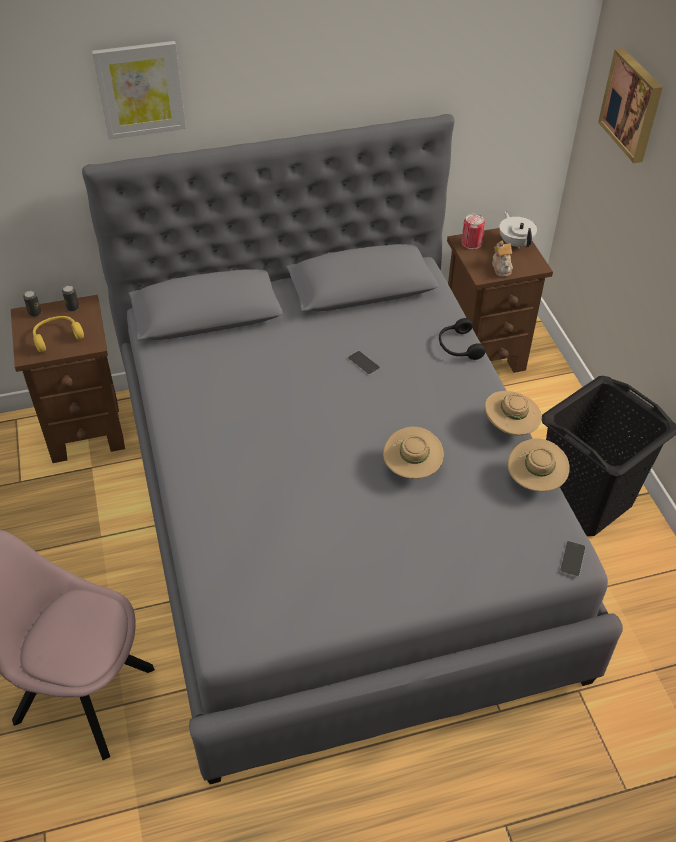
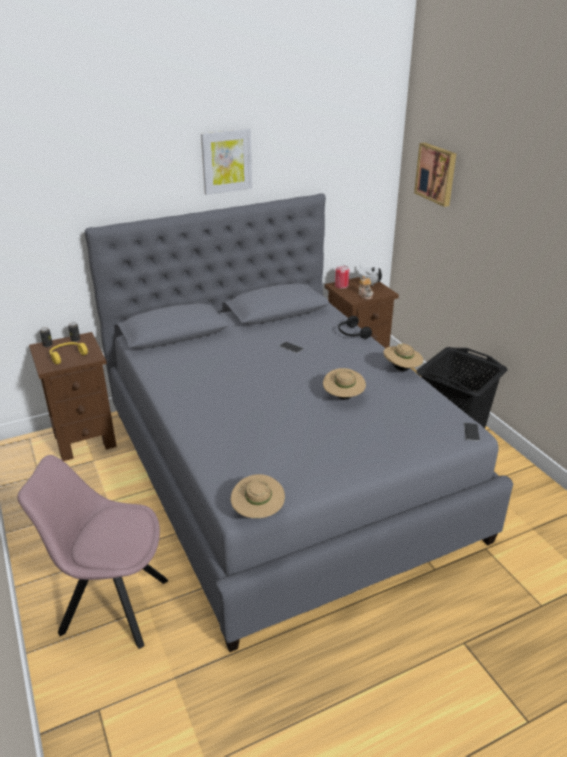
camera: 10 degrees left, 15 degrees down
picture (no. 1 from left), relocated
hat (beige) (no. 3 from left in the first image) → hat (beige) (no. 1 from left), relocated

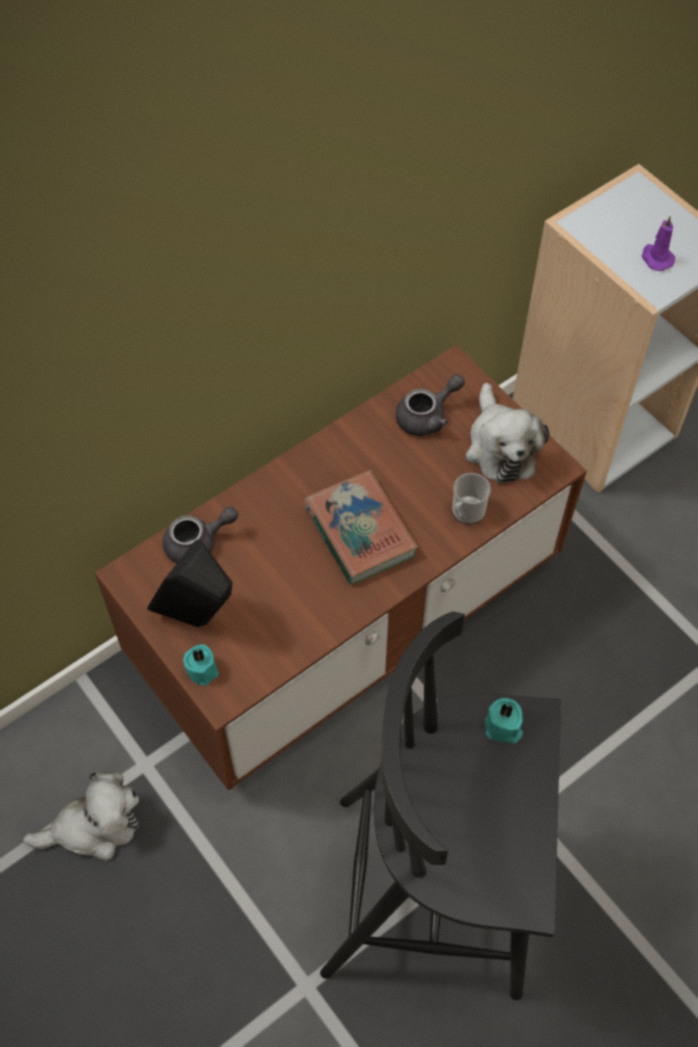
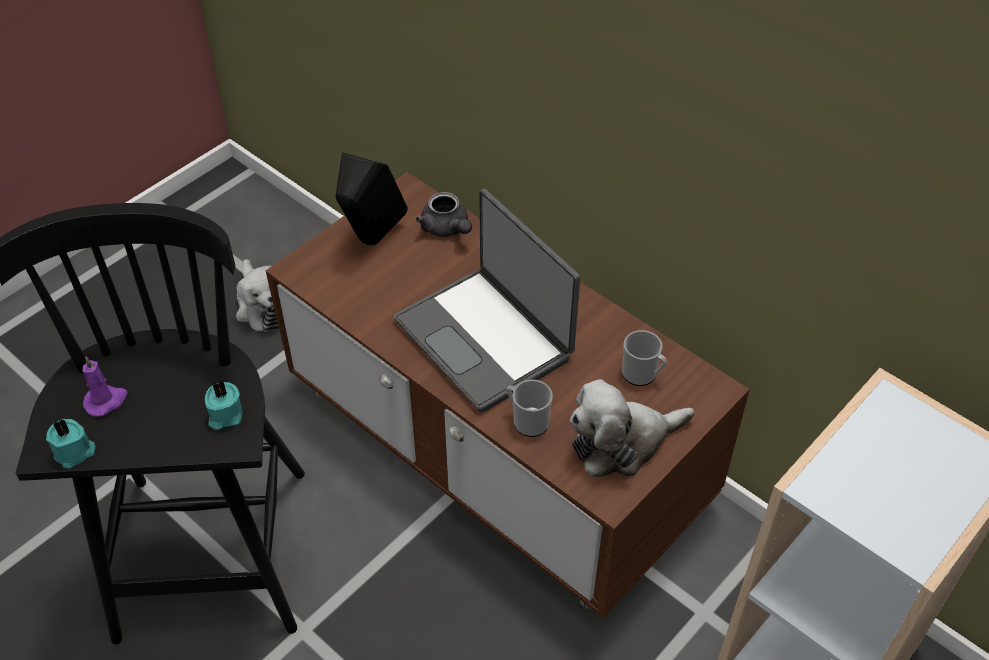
camera: 80 degrees right, 10 degrees down
candle (purple), relocated
teapot (grey) (no. 2 from left) → mug (no. 2 from left)
book → laptop
candle (turquoise) (no. 1 from left), relocated

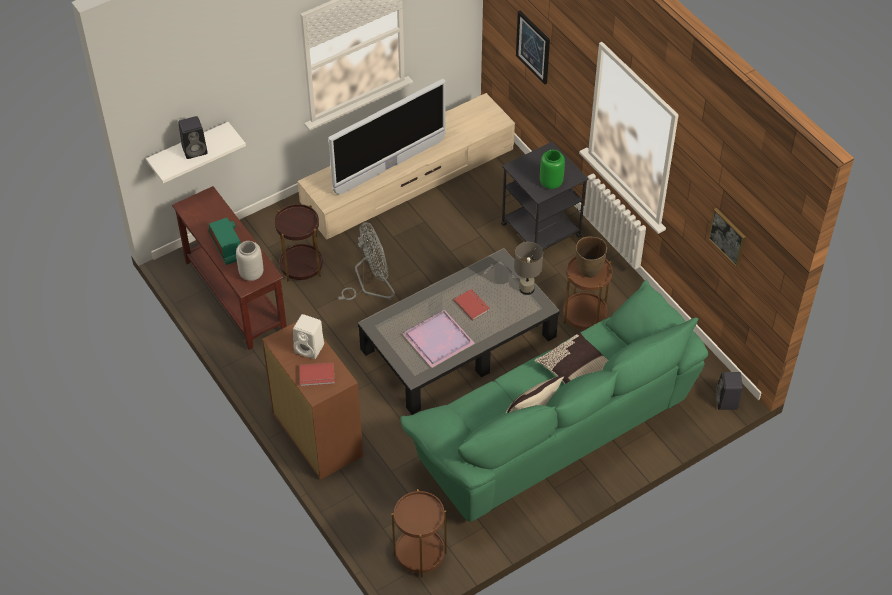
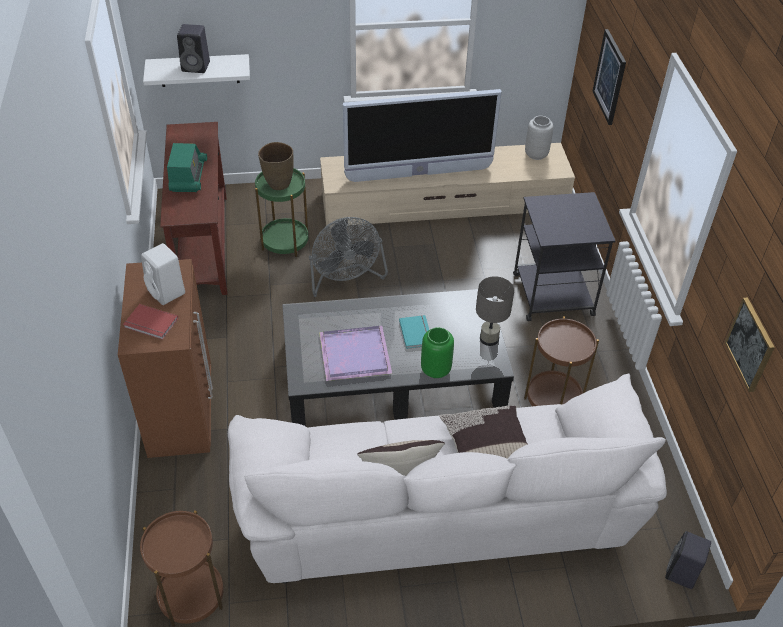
camera: 25 degrees right, 5 degrees down
vase (green), relocated
side table (brown) (no. 1 from left) → side table (green)
fan (grey), 60 degrees clockwise
vase (brown), relocated
vase (grey), relocated
sofa (green) → sofa (white)
book (red) (no. 2 from left) → book (turquoise)

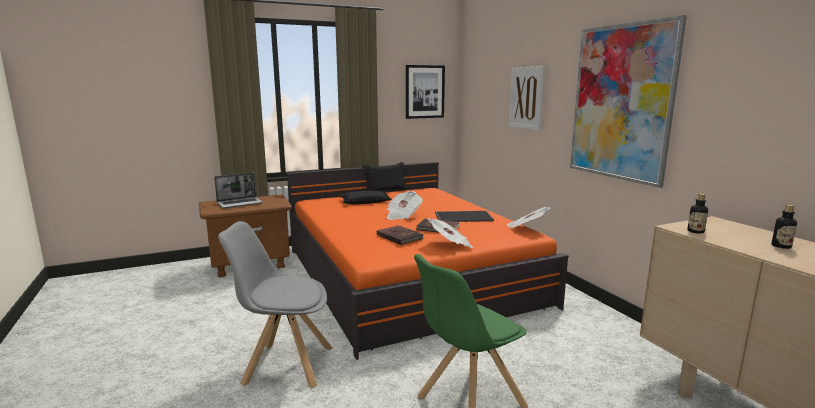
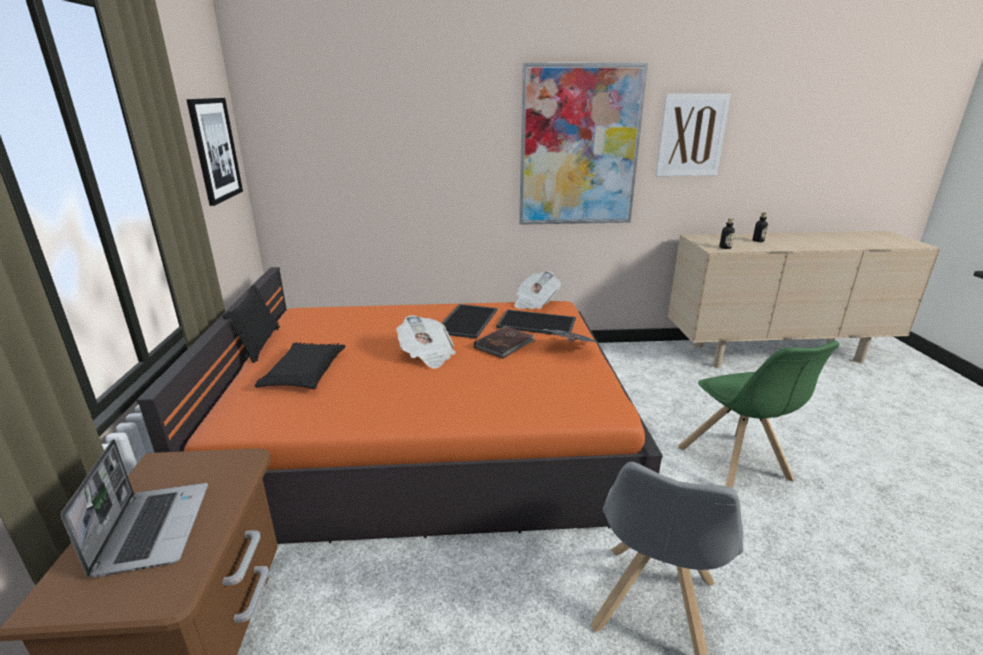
camera: 70 degrees left, 10 degrees up
picture (no. 2 from left in the first image) → picture (no. 3 from left), relocated
book (brown) (no. 1 from left) → -
- → tray (no. 2 from left)

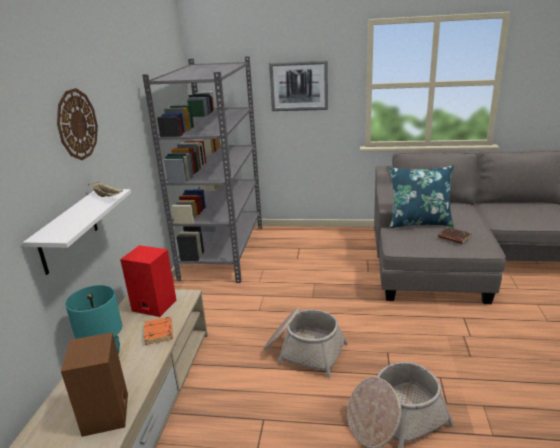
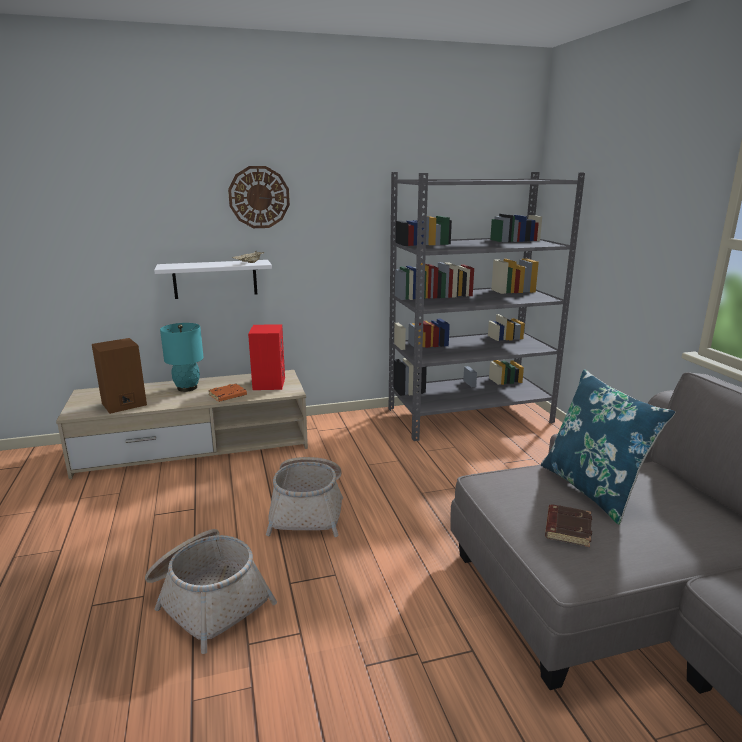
camera: 65 degrees right, 5 degrees down
picture → -

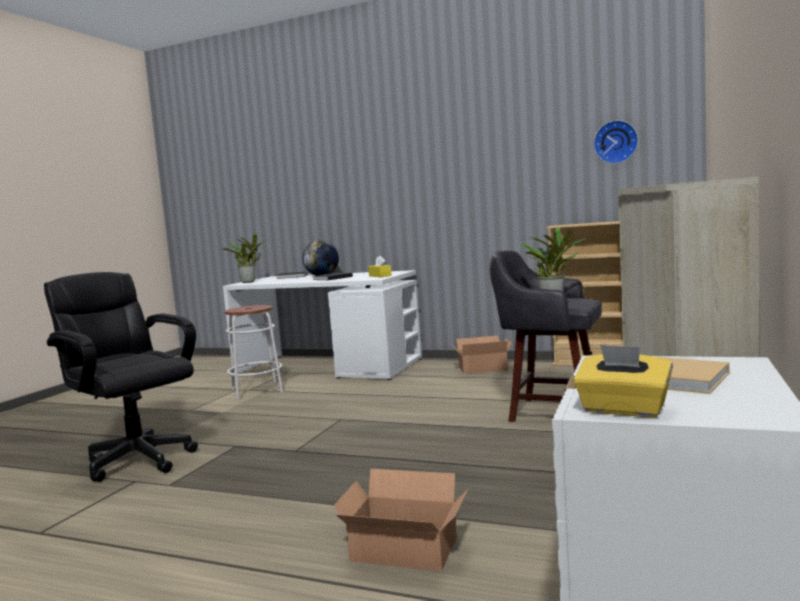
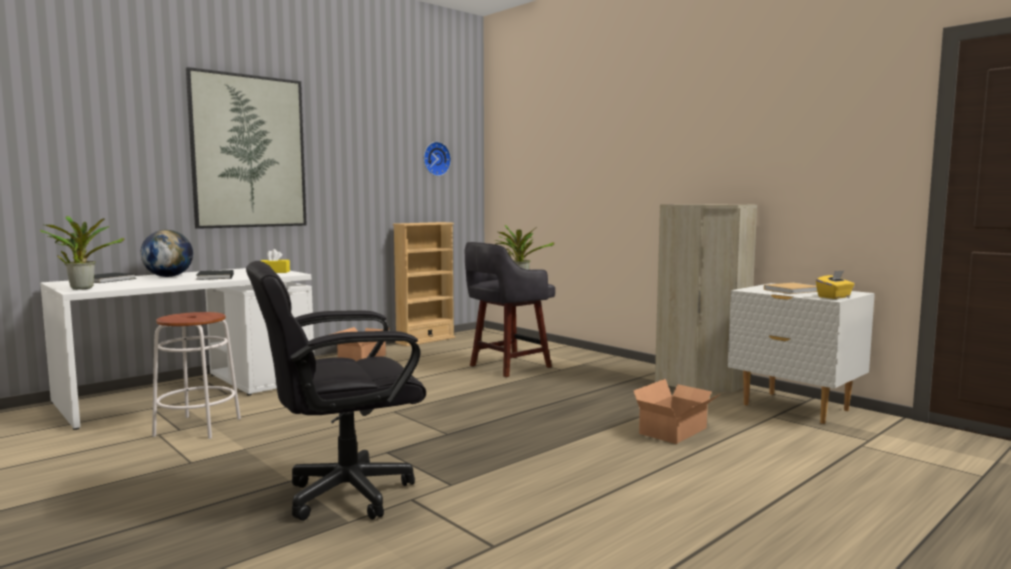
camera: 65 degrees left, 0 degrees up
- → picture

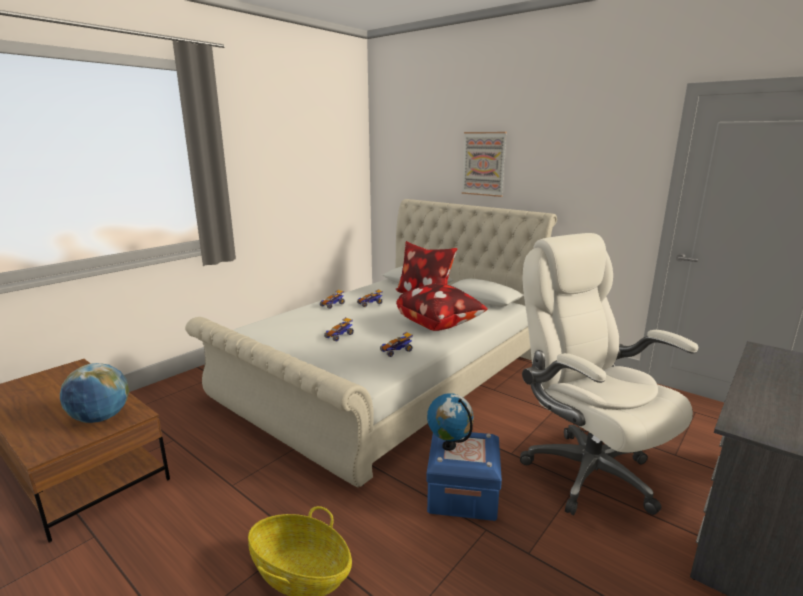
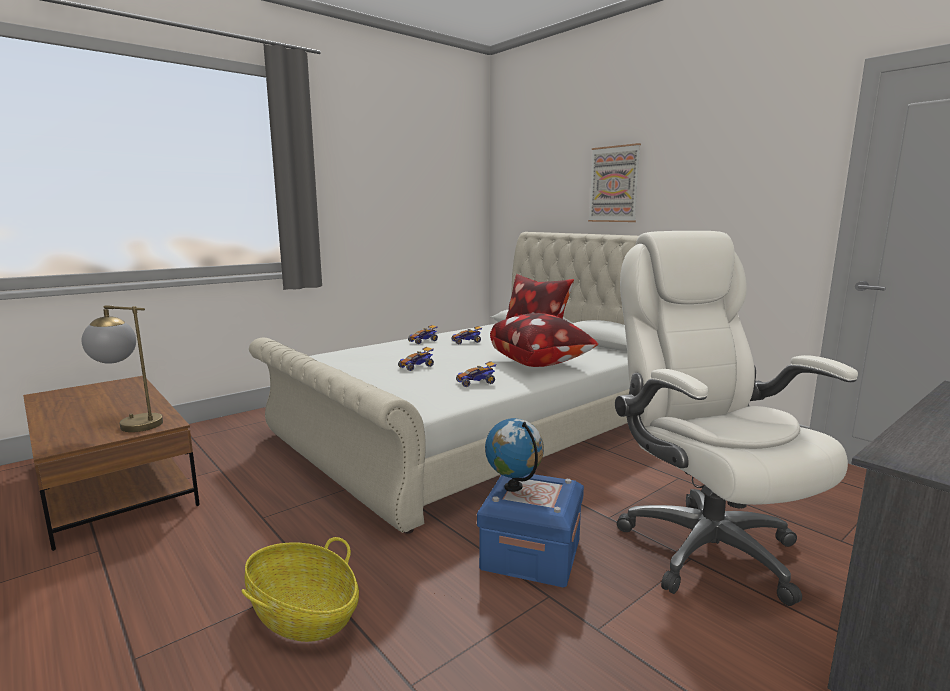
camera: 10 degrees right, 5 degrees down
globe (no. 1 from left) → table lamp

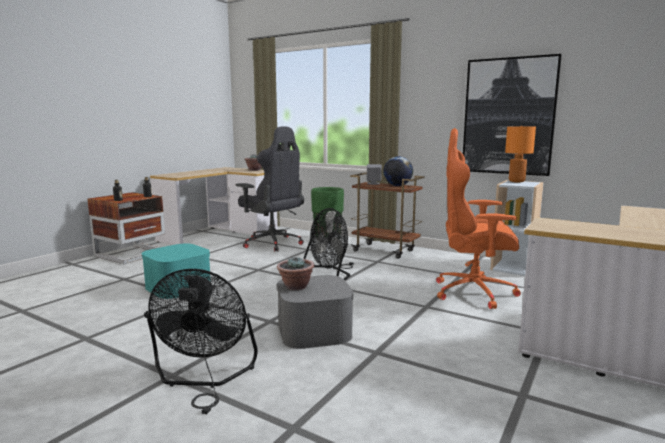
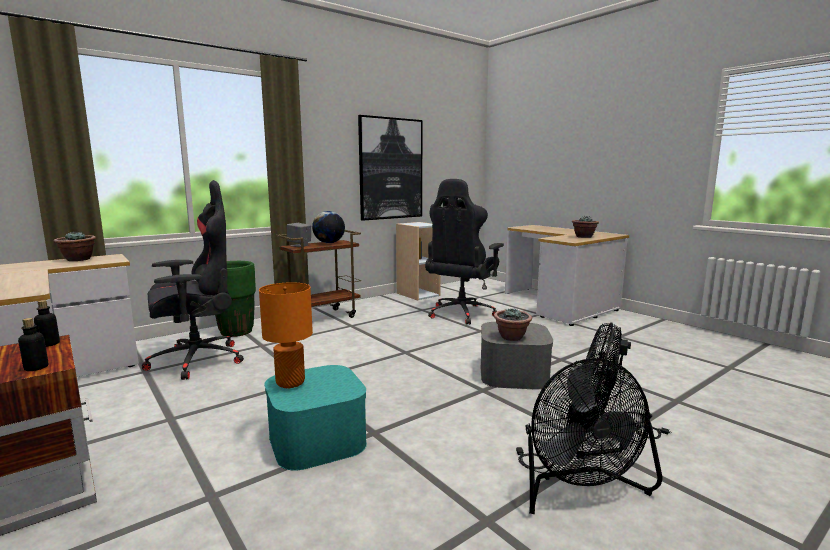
camera: 70 degrees left, 0 degrees up
table lamp (orange), relocated
office chair (orange) → office chair (black) (no. 2 from left)
fan (black) (no. 2 from left in the first image) → fan (black) (no. 1 from left), relocated
- → potted plant (no. 3 from left)

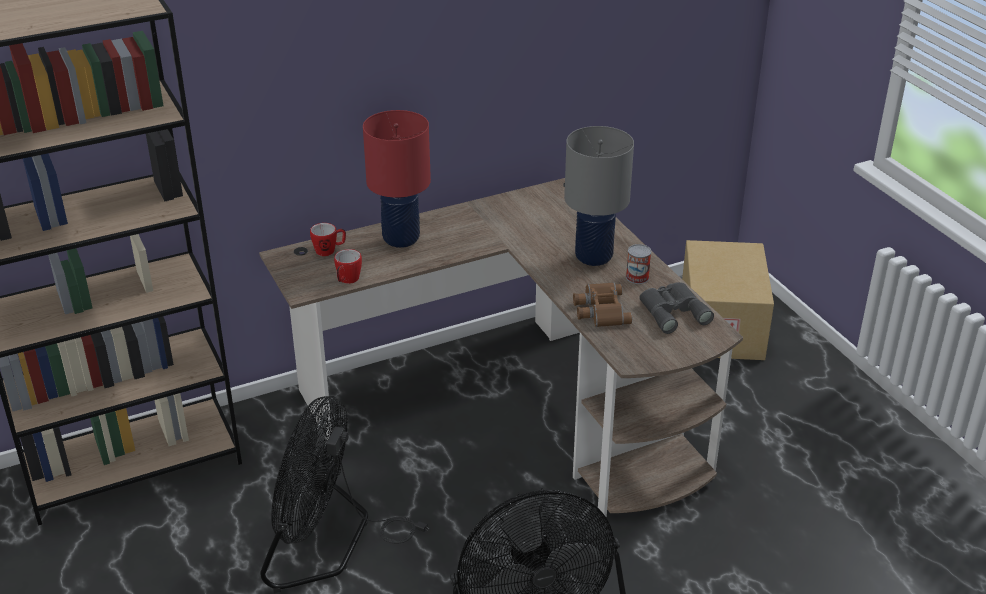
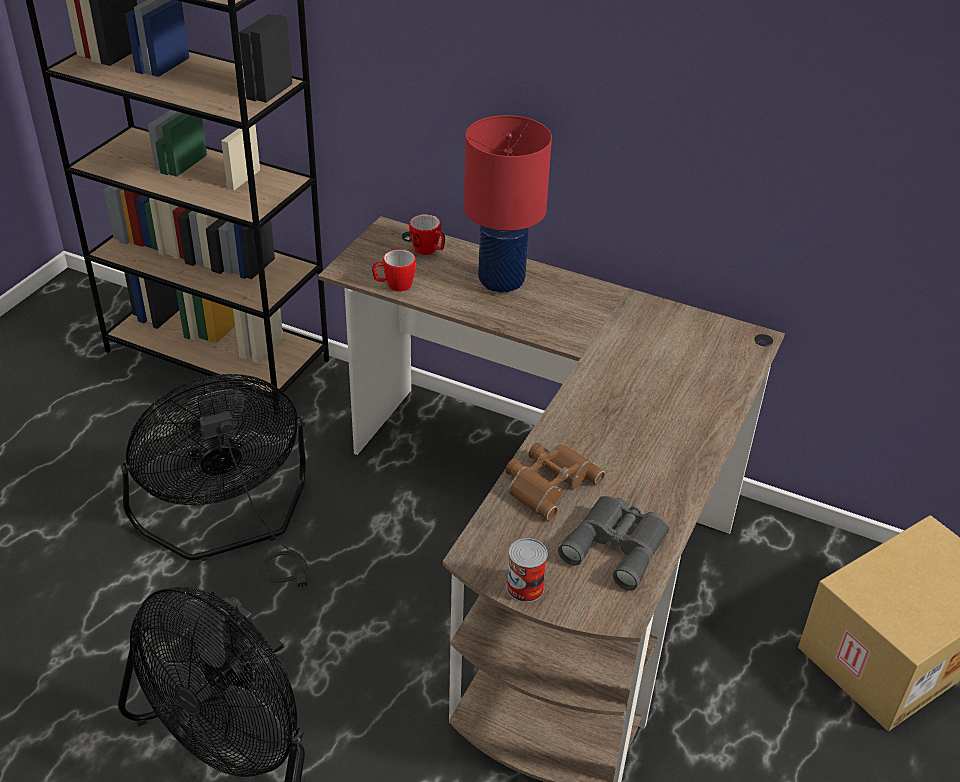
camera: 50 degrees right, 5 degrees up
table lamp (grey) → -
can, relocated

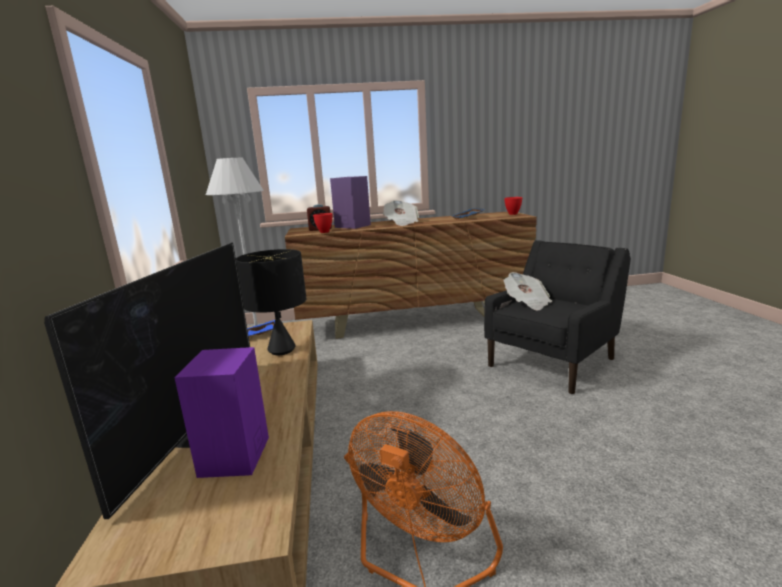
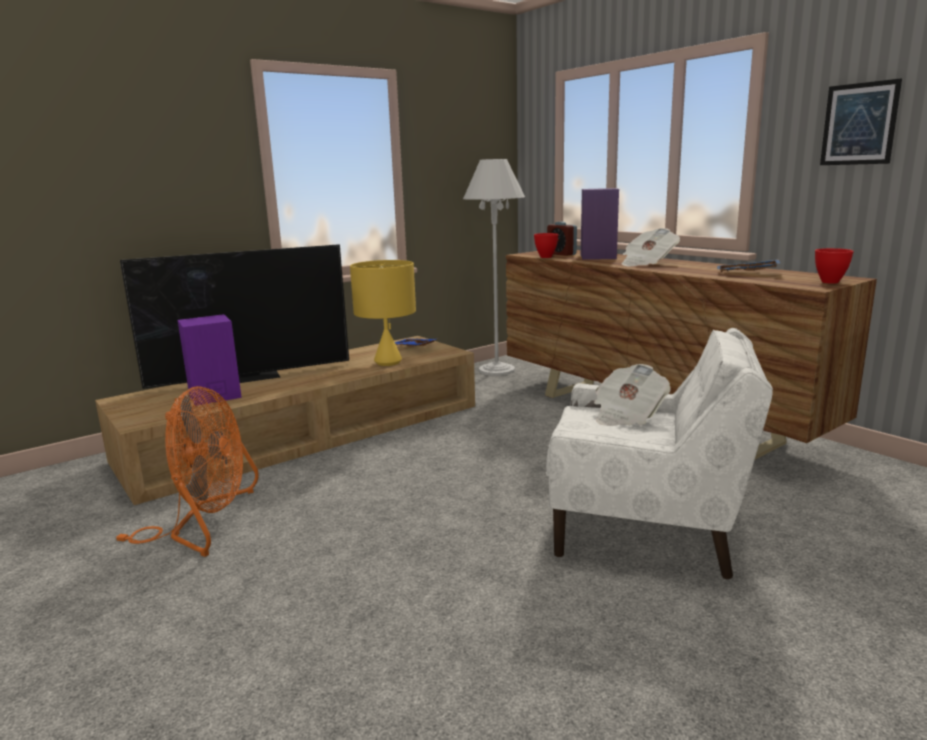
camera: 60 degrees right, 0 degrees up
armchair (black) → armchair (white)
table lamp (black) → table lamp (yellow)
- → picture

